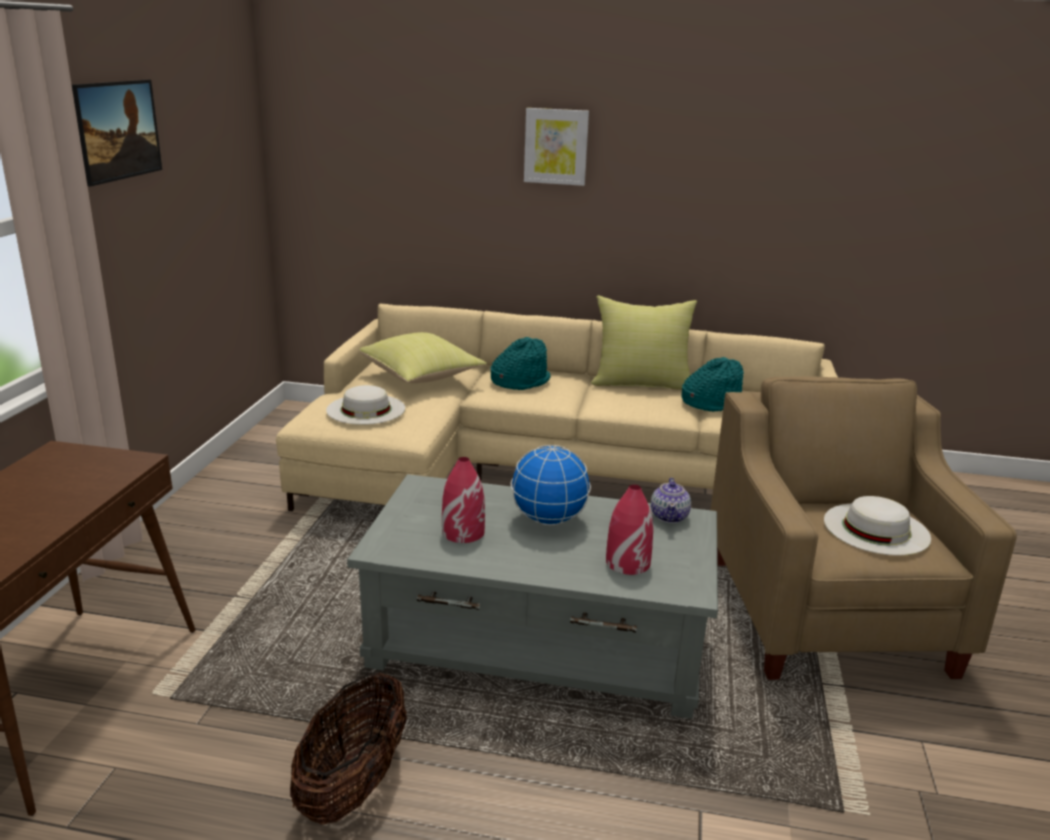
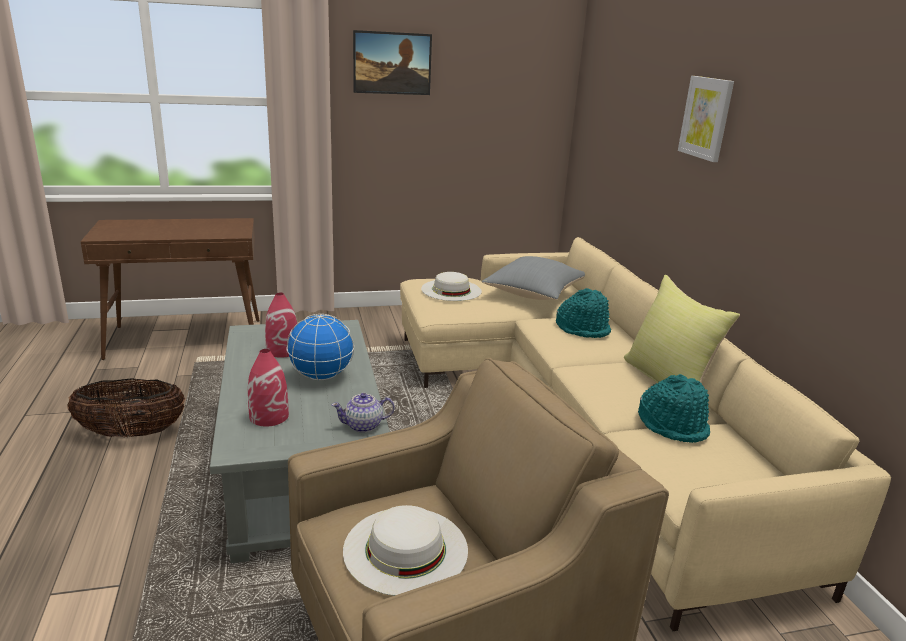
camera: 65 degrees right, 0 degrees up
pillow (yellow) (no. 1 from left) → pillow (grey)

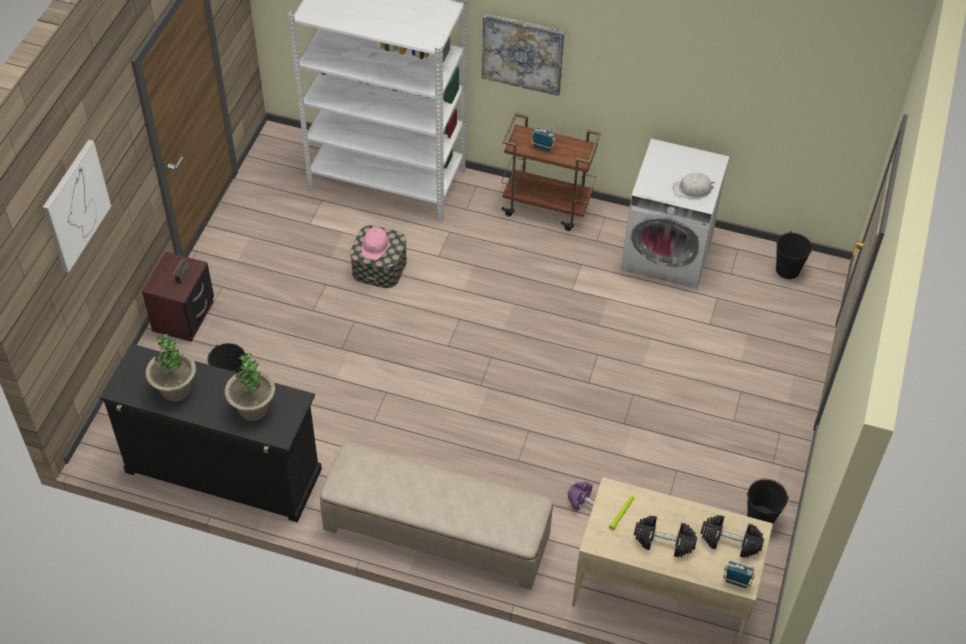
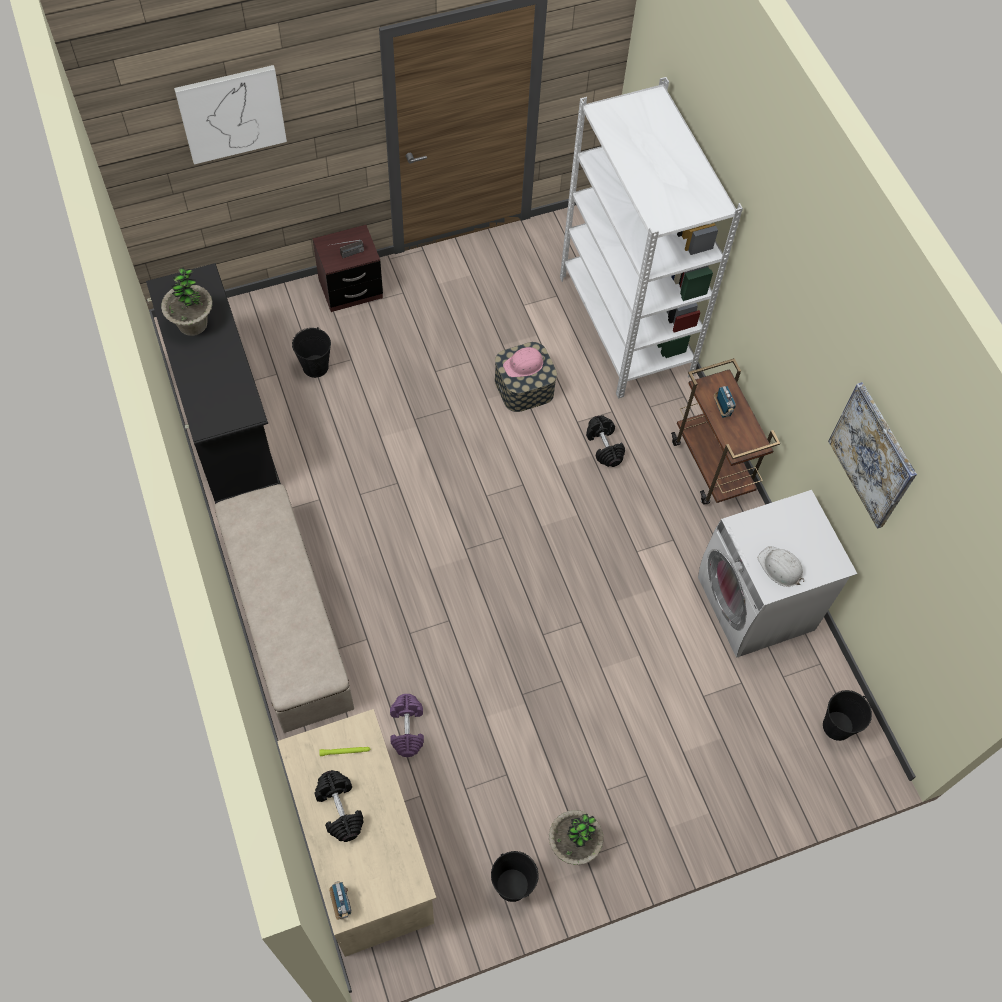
camera: 50 degrees right, 10 degrees up
picture (no. 2 from left), relocated
potted plant (no. 2 from left), relocated
dumbbell (black) (no. 2 from left), relocated

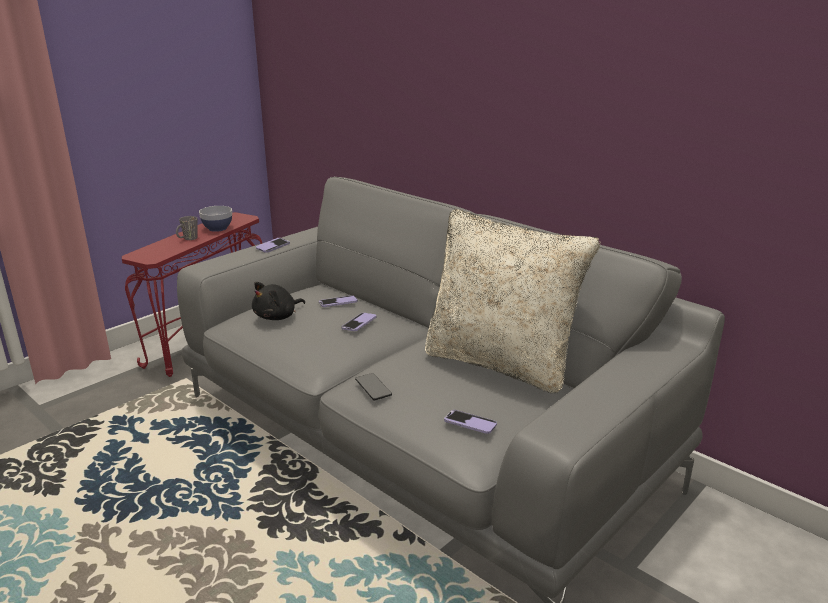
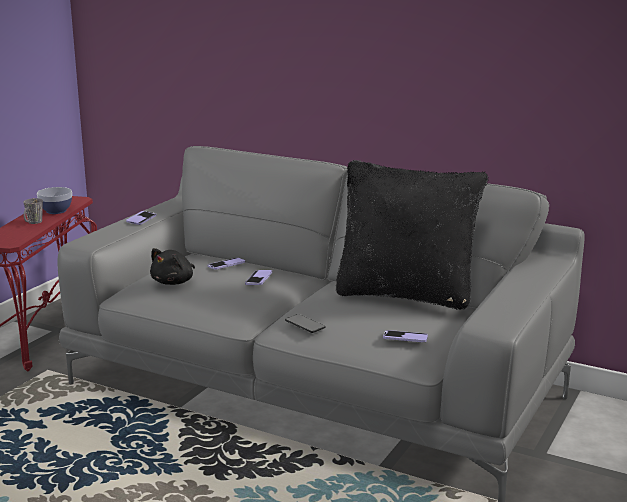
camera: 15 degrees left, 5 degrees down
pillow (beige) → pillow (black)

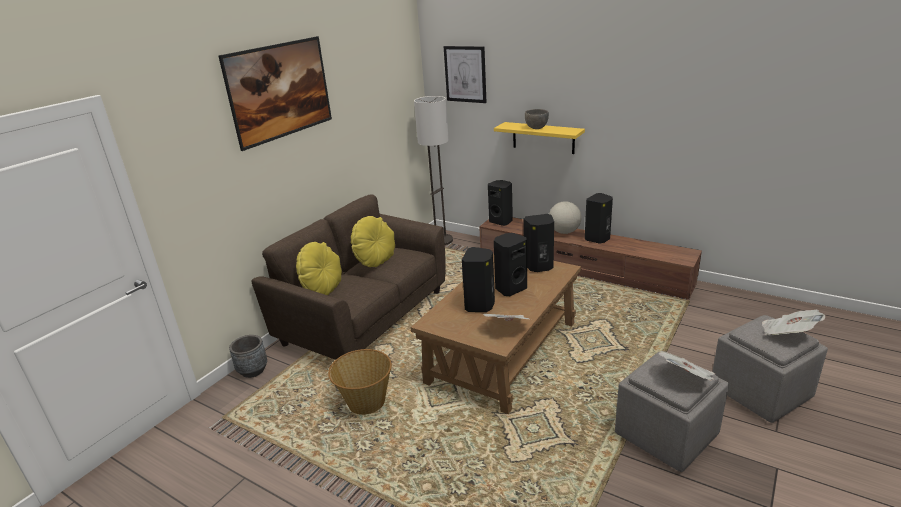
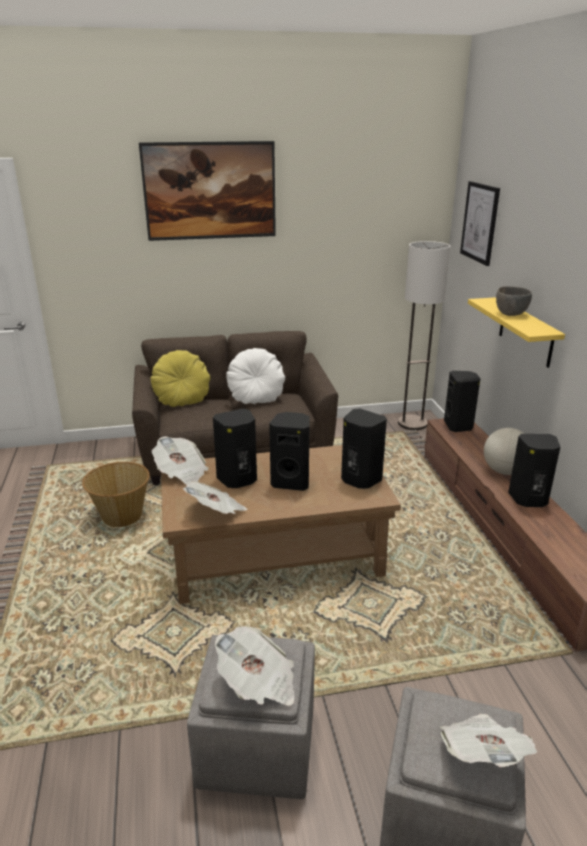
camera: 45 degrees right, 0 degrees up
pillow (yellow) (no. 2 from left) → pillow (white)
planter (grey) → -
- → newspaper (no. 1 from left)

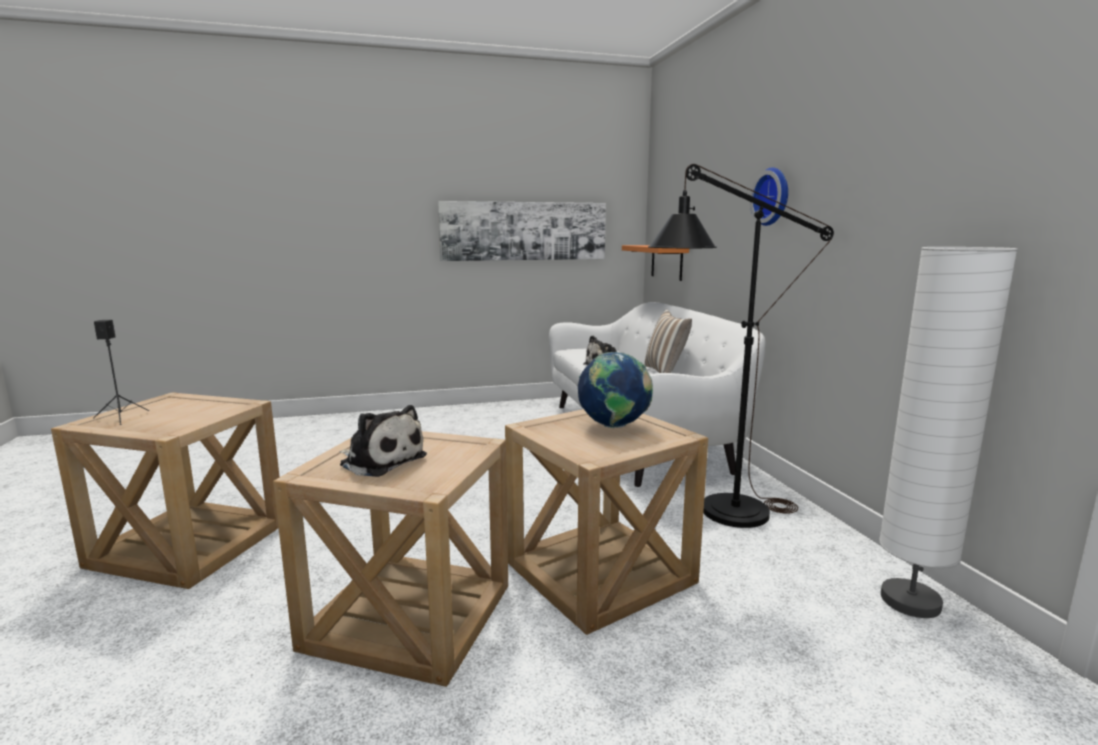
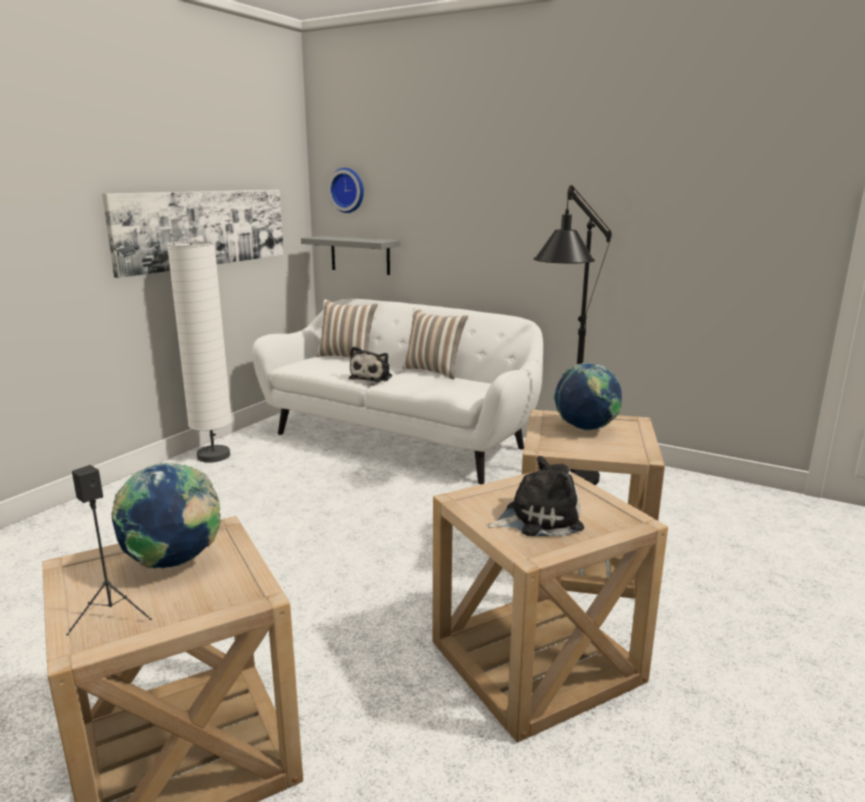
camera: 45 degrees left, 5 degrees up
wall clock, relocated
shelf (orange) → shelf (grey)
floor lamp (white), relocated
- → pillow (no. 1 from left)
- → globe (no. 1 from left)

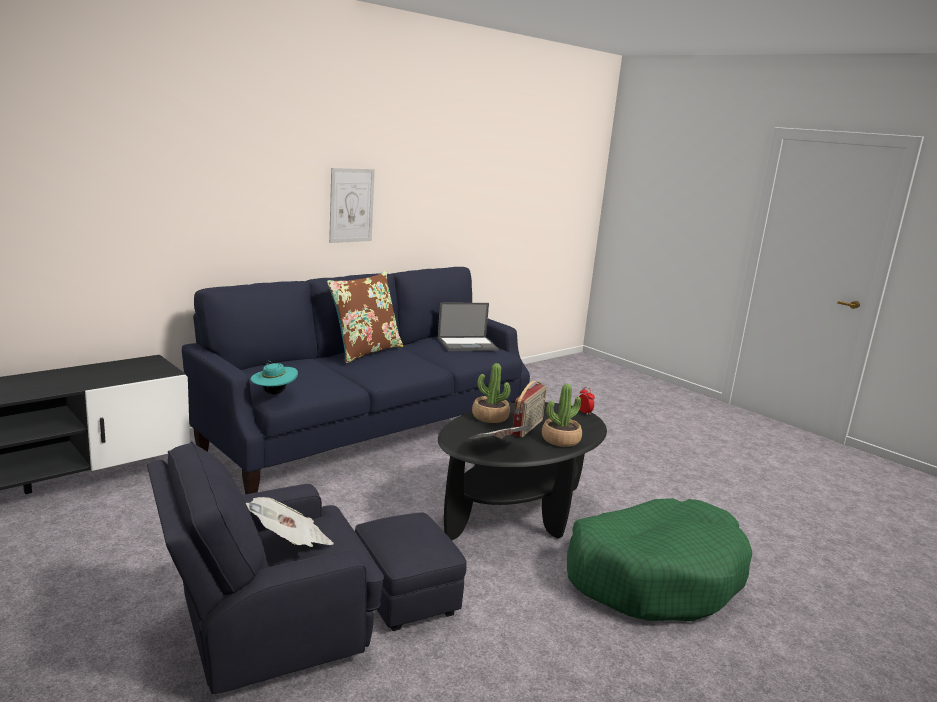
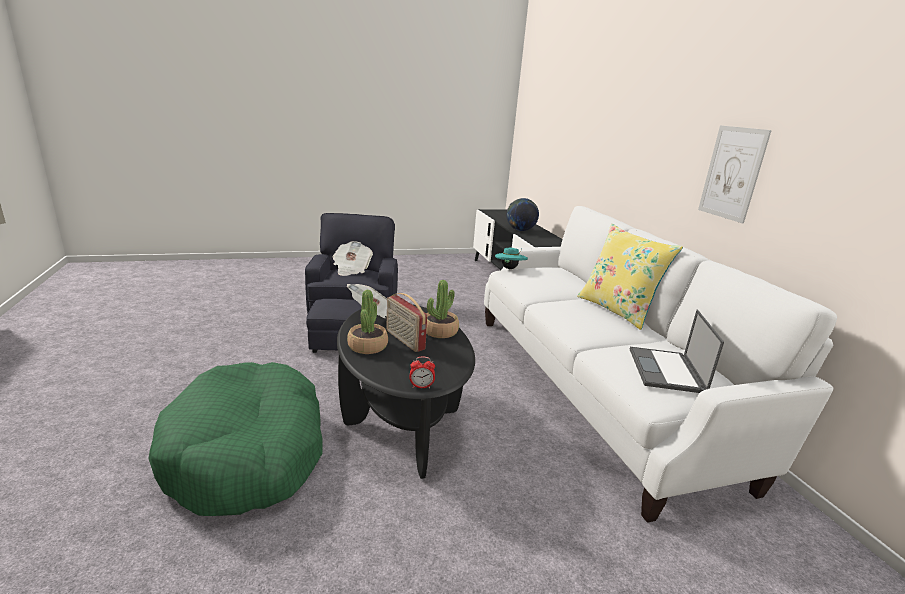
camera: 115 degrees right, 5 degrees up
sofa (blue) → sofa (white)
pillow (brown) → pillow (yellow)
- → globe

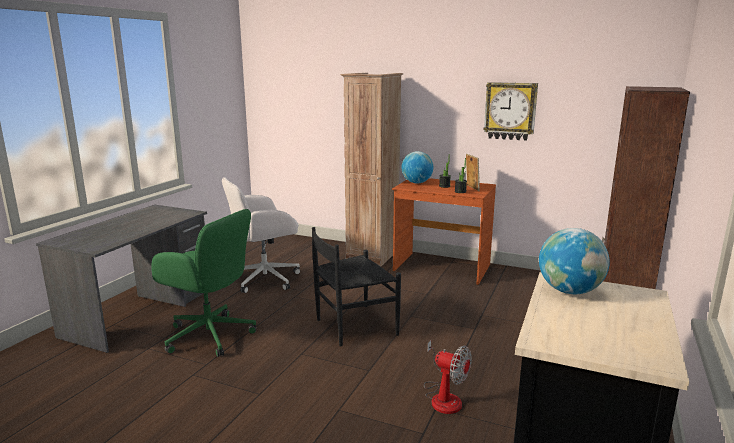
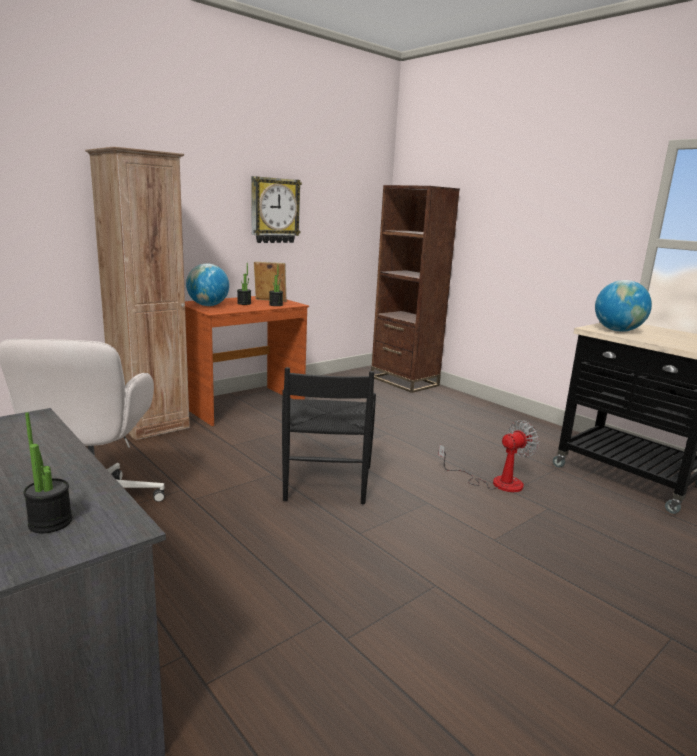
camera: 65 degrees left, 0 degrees up
office chair (green) → -
- → potted plant (no. 1 from left)

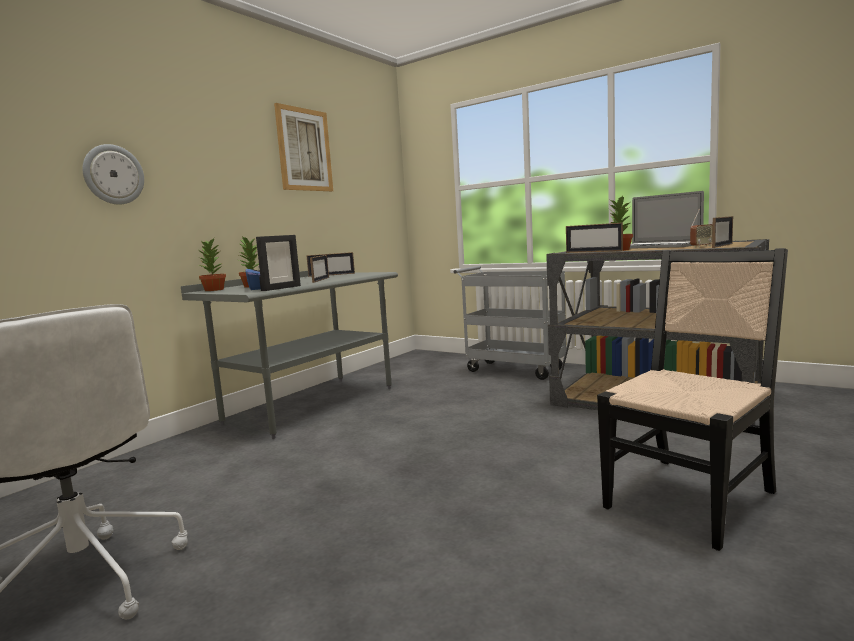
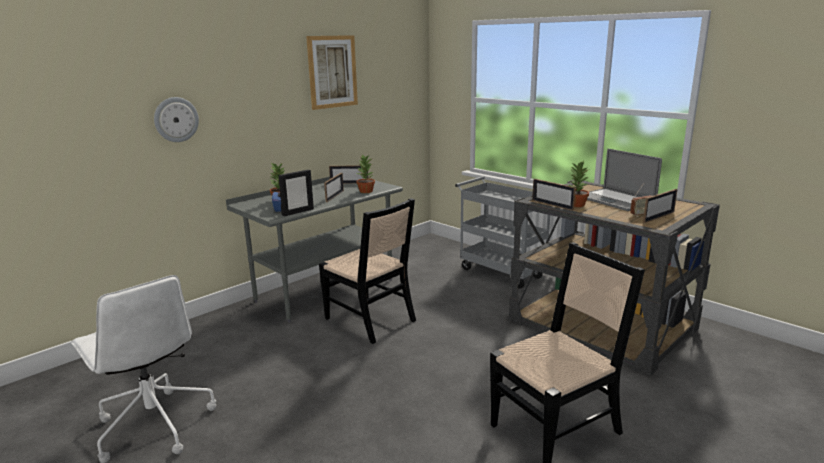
camera: 10 degrees right, 10 degrees up
potted plant (no. 1 from left in the first image) → potted plant (no. 2 from left), relocated
- → chair (no. 1 from left)

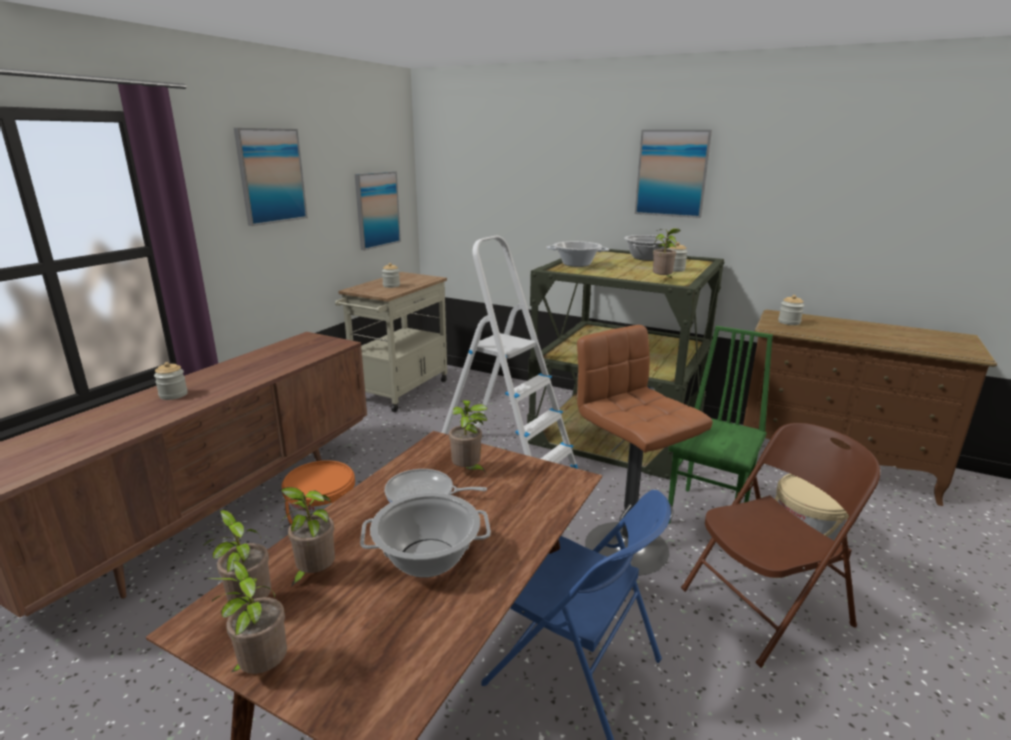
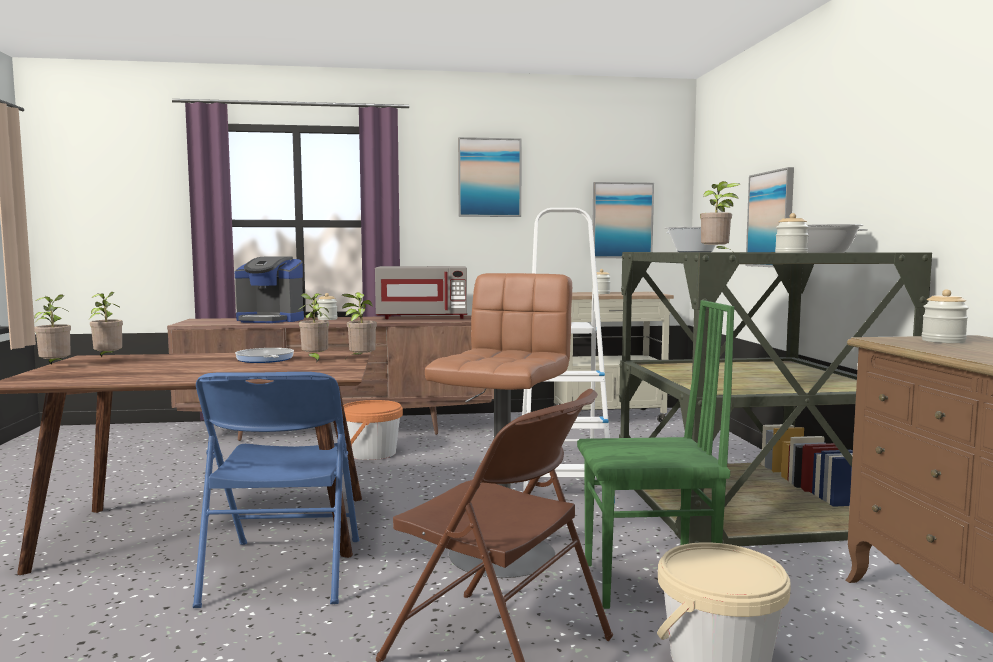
camera: 55 degrees right, 15 degrees down
picture (no. 3 from left), relocated
potted plant (no. 3 from left in the first image) → potted plant (no. 4 from left), relocated
cooking pot (no. 1 from left) → -
- → coffee machine
- → microwave (grey)

